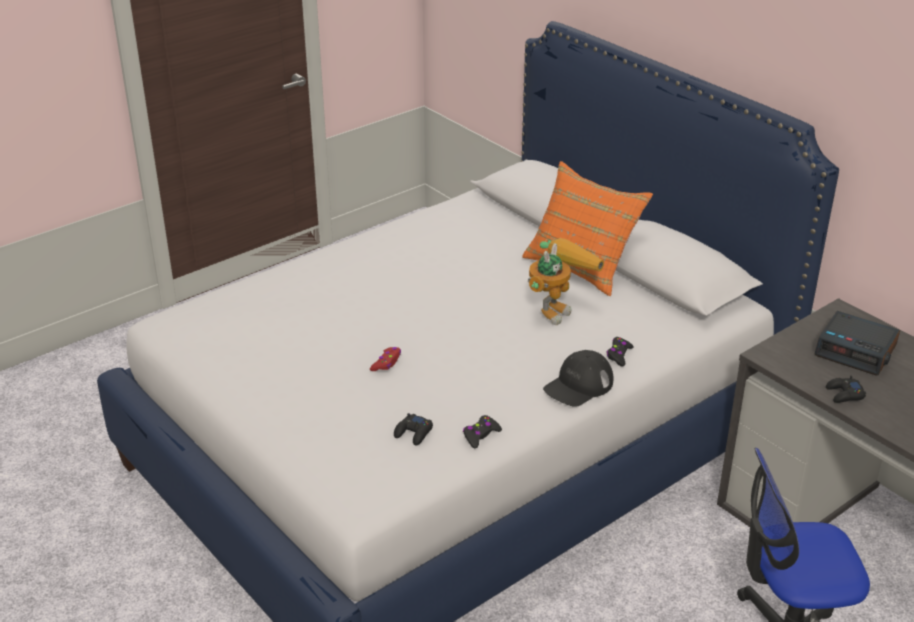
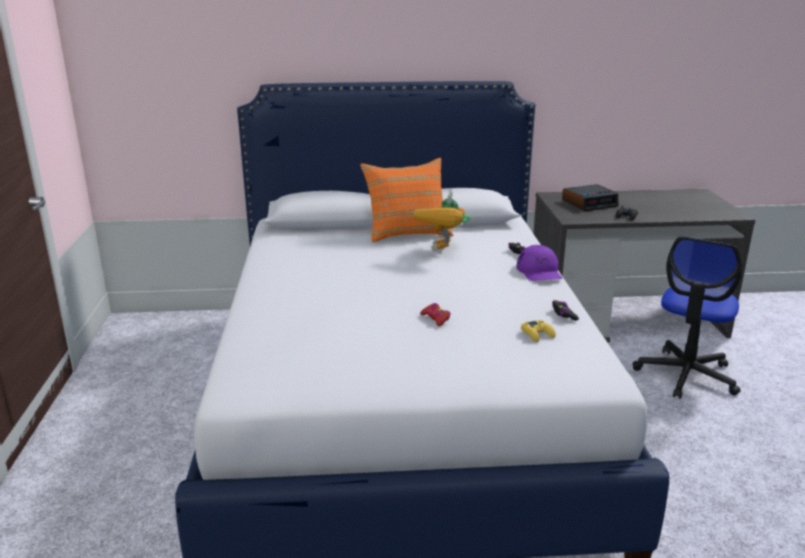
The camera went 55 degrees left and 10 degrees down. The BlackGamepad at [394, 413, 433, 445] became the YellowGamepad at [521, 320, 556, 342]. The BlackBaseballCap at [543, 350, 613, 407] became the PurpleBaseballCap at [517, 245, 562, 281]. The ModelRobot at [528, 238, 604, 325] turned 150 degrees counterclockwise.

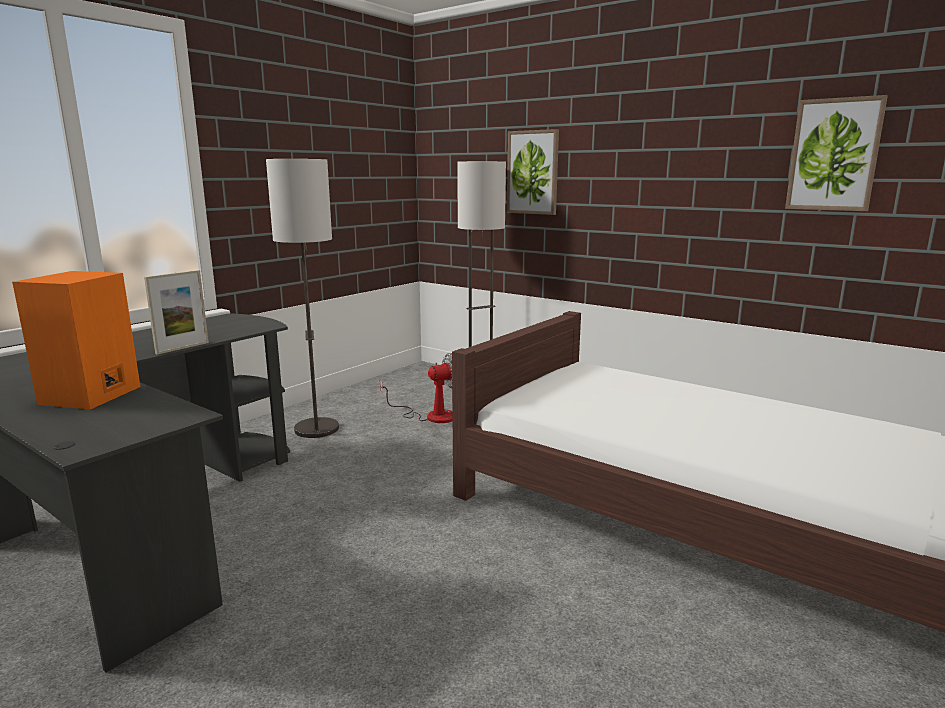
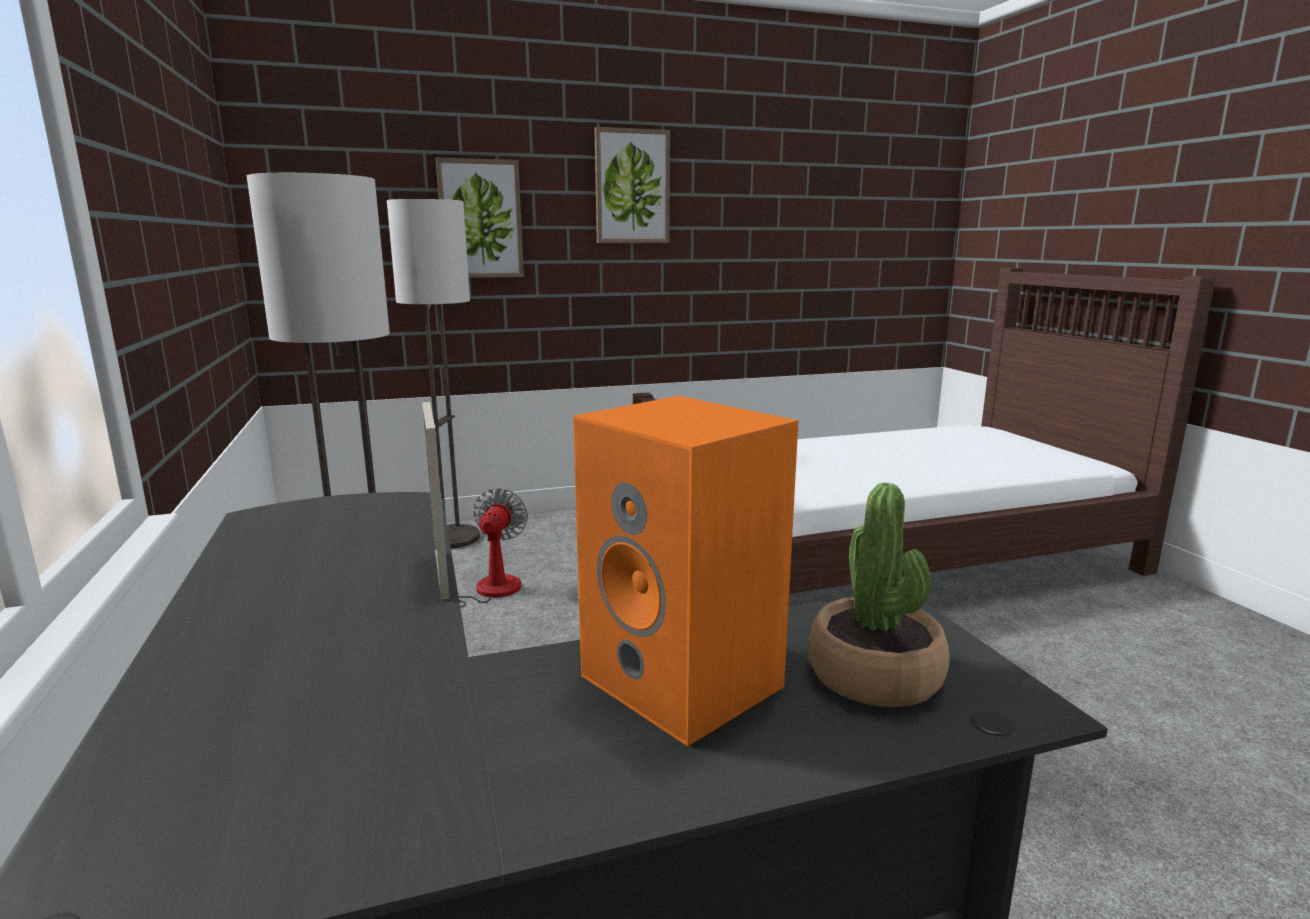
The camera went 55 degrees left and 0 degrees up. The Houseplant at [808, 483, 949, 707] appeared. The WallPicture moved from [785, 95, 888, 211] to [594, 127, 670, 243].

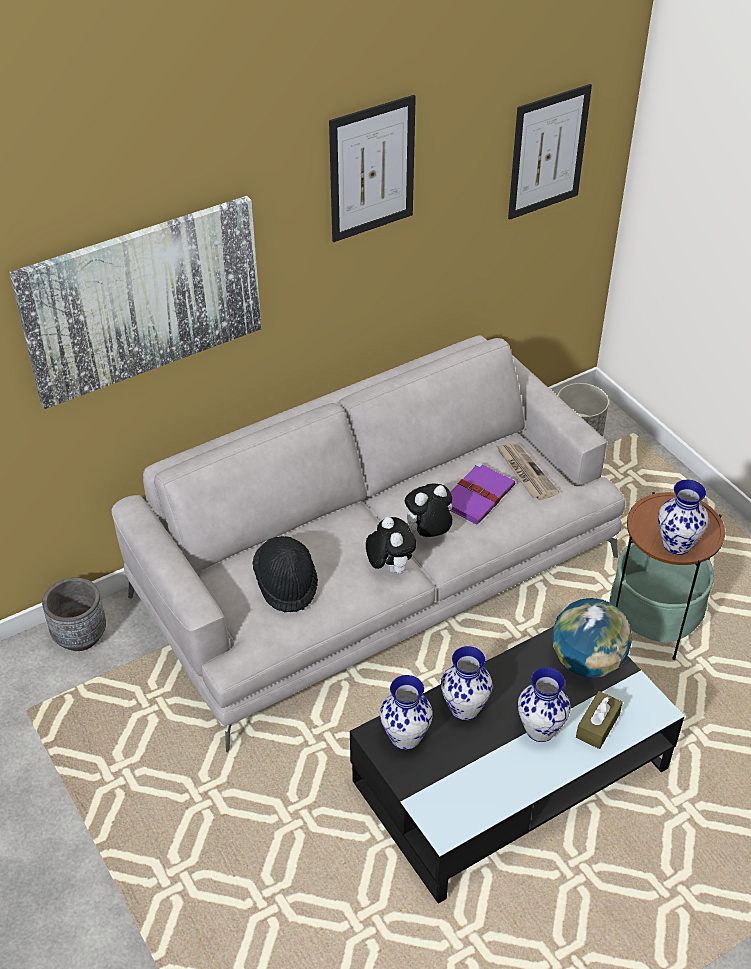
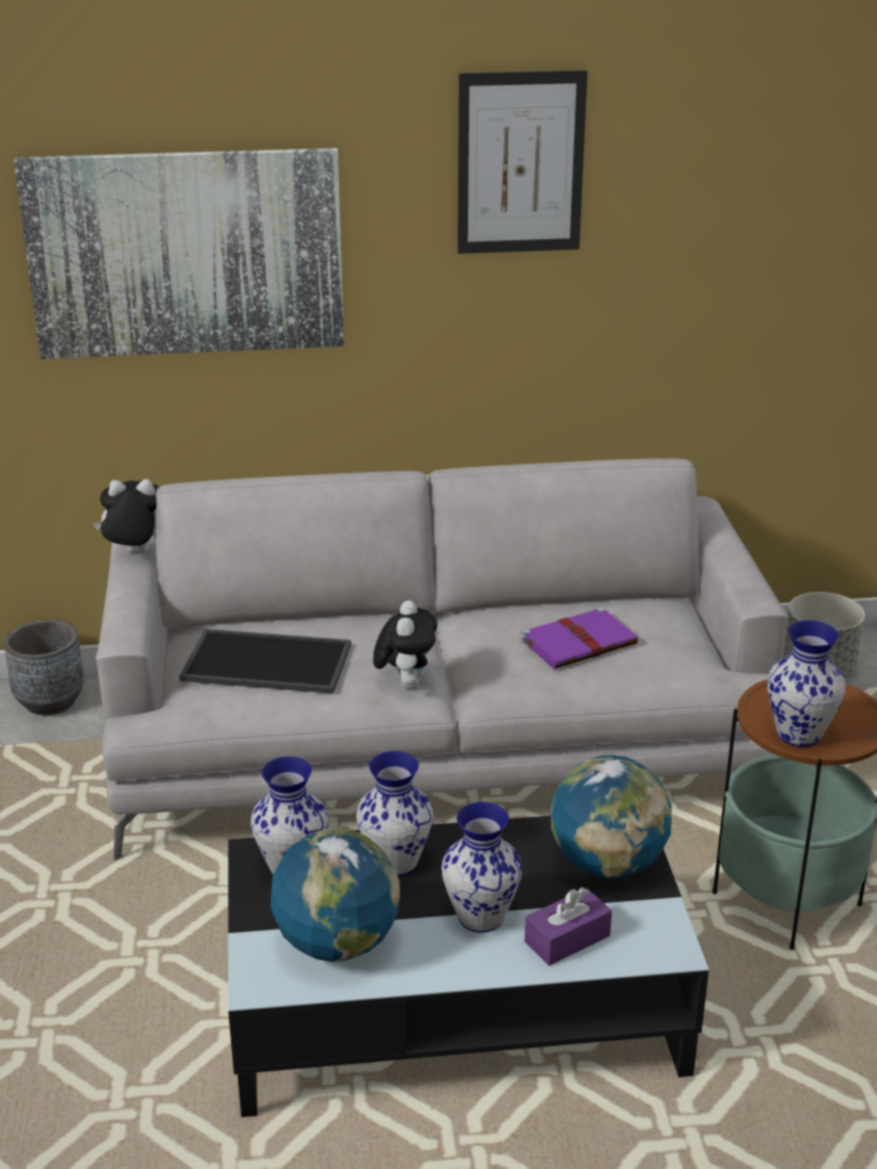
The camera went 25 degrees right and 15 degrees down. The Newspaper at [497, 442, 559, 500] disappeared. The WallPicture at [508, 84, 592, 220] disappeared. The Globe at [270, 828, 400, 962] appeared. The PlushToy moved from [405, 483, 453, 537] to [93, 479, 159, 553]. The BlackHat at [253, 536, 318, 612] was replaced by the ServingTray at [179, 629, 351, 694]. The BrownishTissueBox at [576, 691, 623, 749] became the PurpleTissueBox at [525, 887, 612, 966].

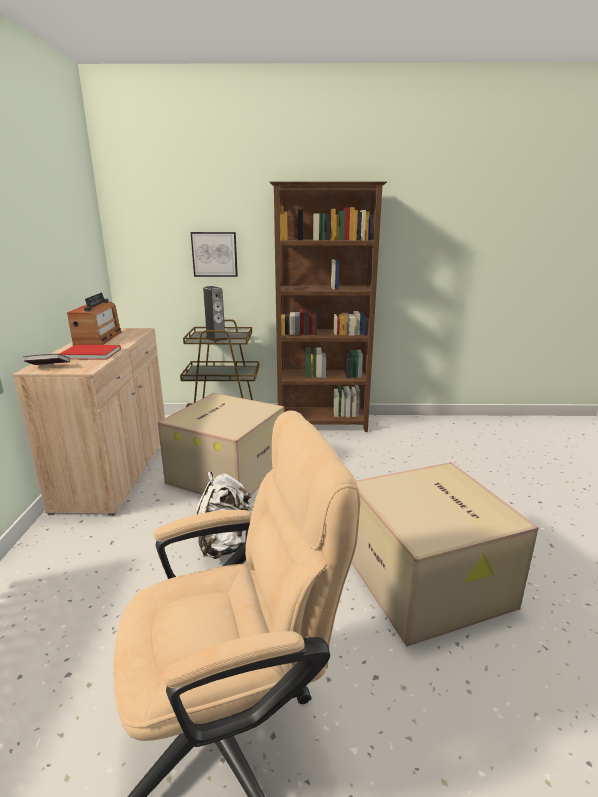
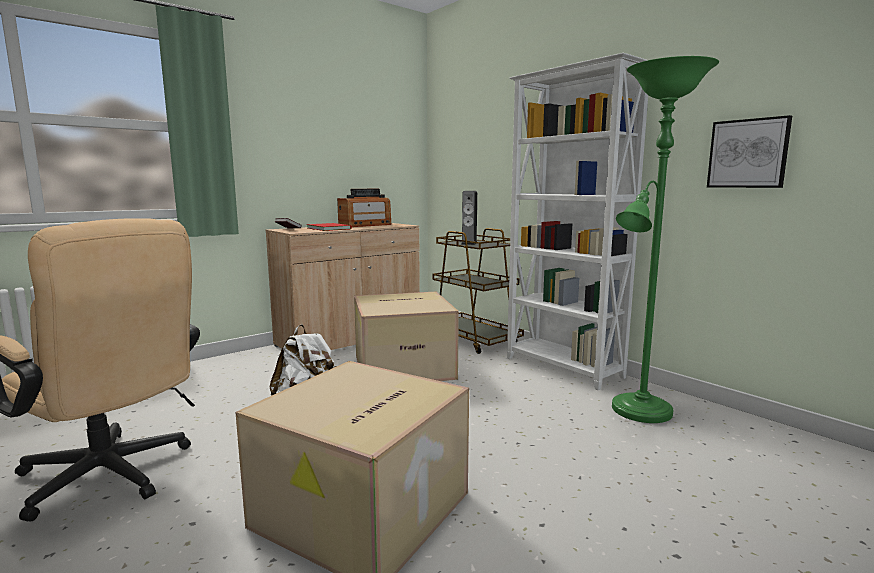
The camera went 50 degrees right and 10 degrees down. The GreenishFloorLamp at [612, 56, 719, 423] appeared. The WallPicture moved from [191, 232, 238, 277] to [707, 115, 792, 188]. The BrownishBookshelf at [270, 182, 387, 432] became the WhiteColouredBookshelf at [507, 53, 648, 390].

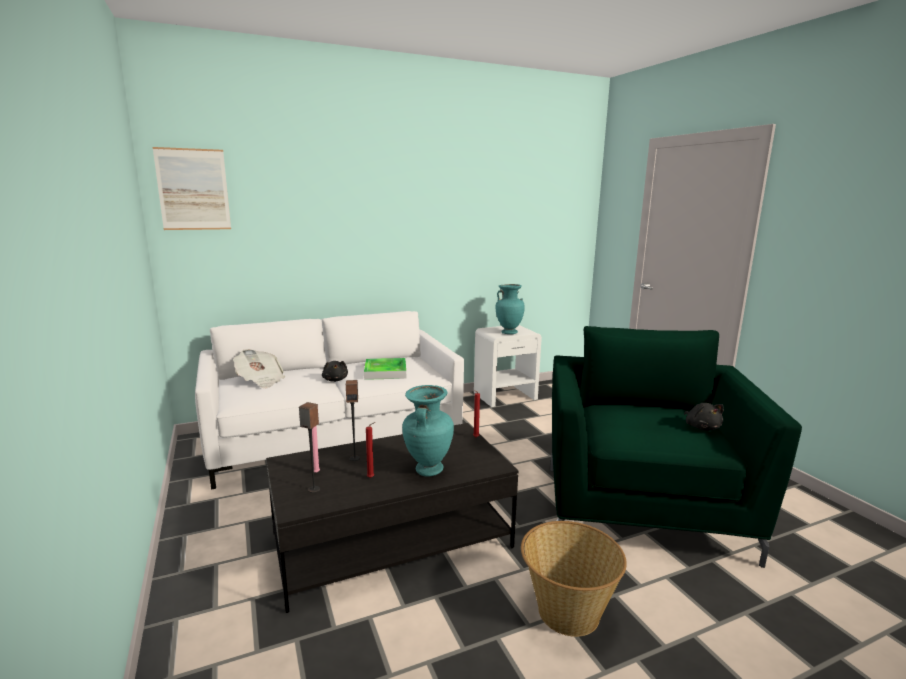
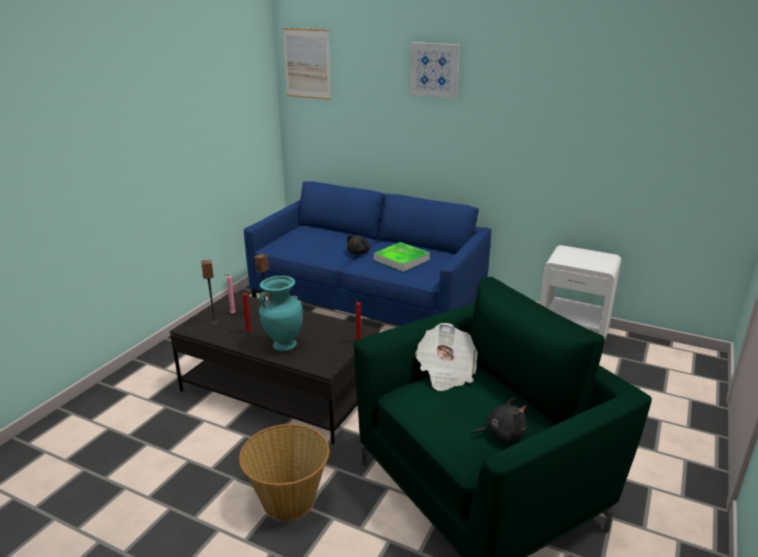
The camera went 50 degrees right and 10 degrees up. The TurquoiseColouredFlowerVase at [496, 284, 525, 334] disappeared. The WallPicture at [409, 42, 460, 99] appeared. The Newspaper moved from [233, 349, 285, 388] to [415, 323, 478, 391]. The WhiteColouredSettee at [195, 311, 464, 490] became the BluishSettee at [244, 181, 491, 326]. The BlackPlushToy at [684, 403, 724, 431] turned 135 degrees counterclockwise.

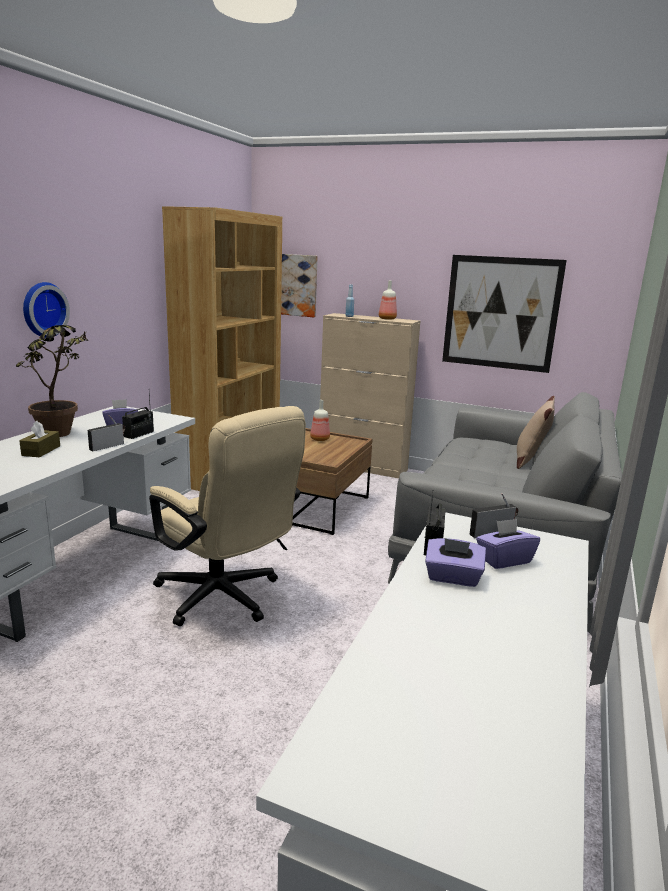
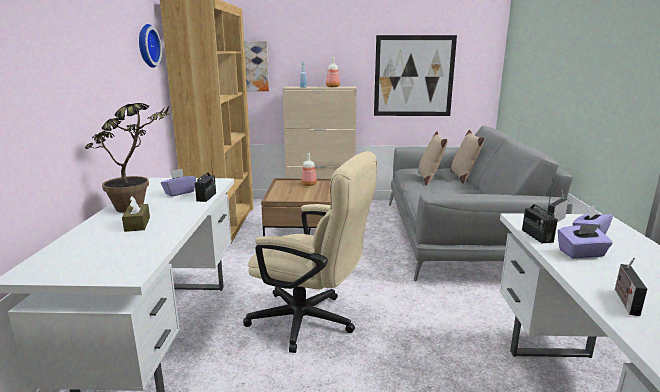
The camera went 20 degrees left and 0 degrees up. The BeigeColouredCushion at [418, 131, 448, 185] appeared. The ClockOnTheWall moved from [23, 282, 70, 338] to [139, 24, 162, 68]. The RadioSet moved from [88, 415, 125, 451] to [615, 257, 647, 316].

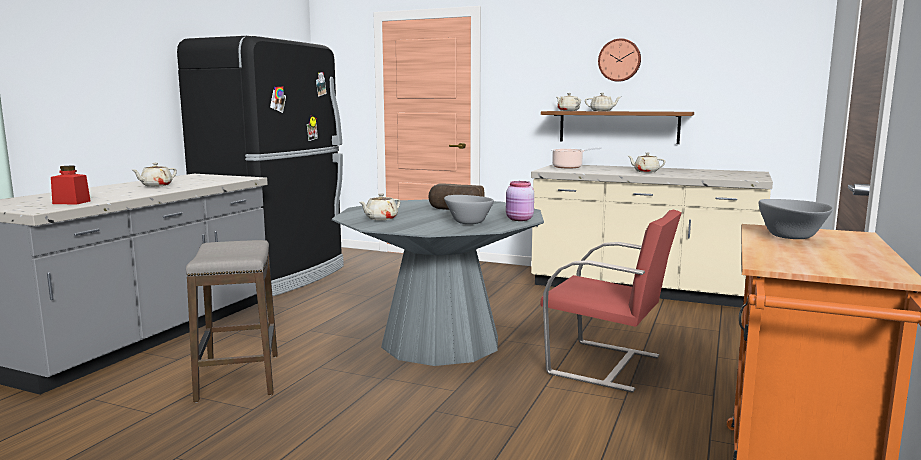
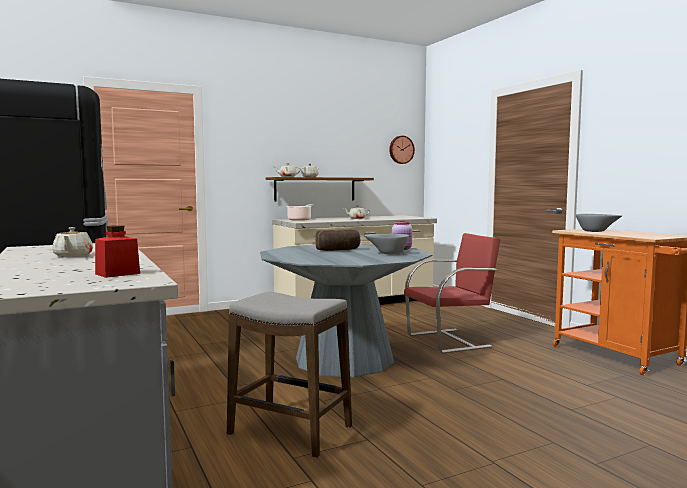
The camera went 50 degrees left and 5 degrees down. The BeigeColouredPotForTea at [360, 193, 400, 220] disappeared. The ClockOnTheWall moved from [598, 38, 641, 82] to [389, 136, 415, 164].

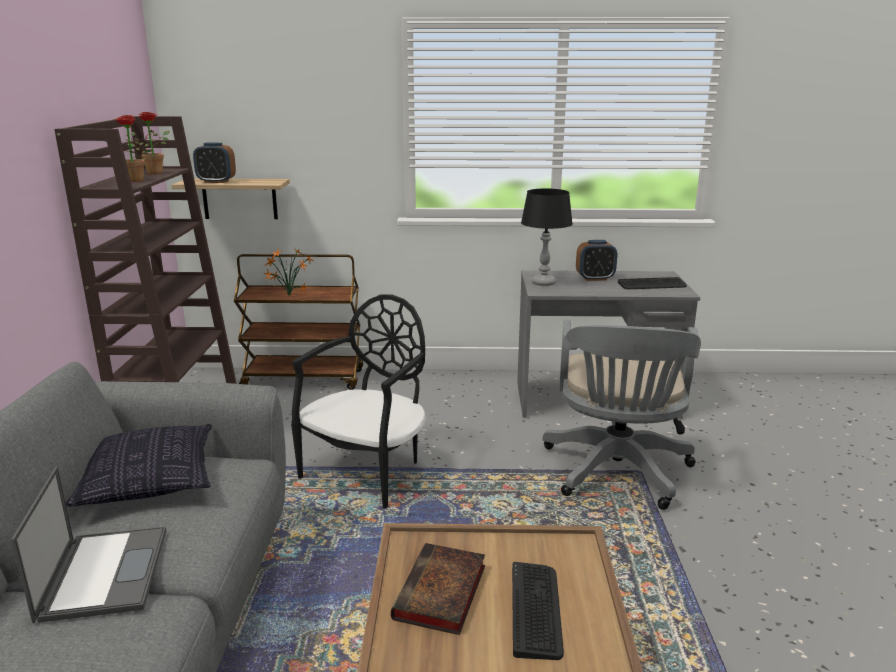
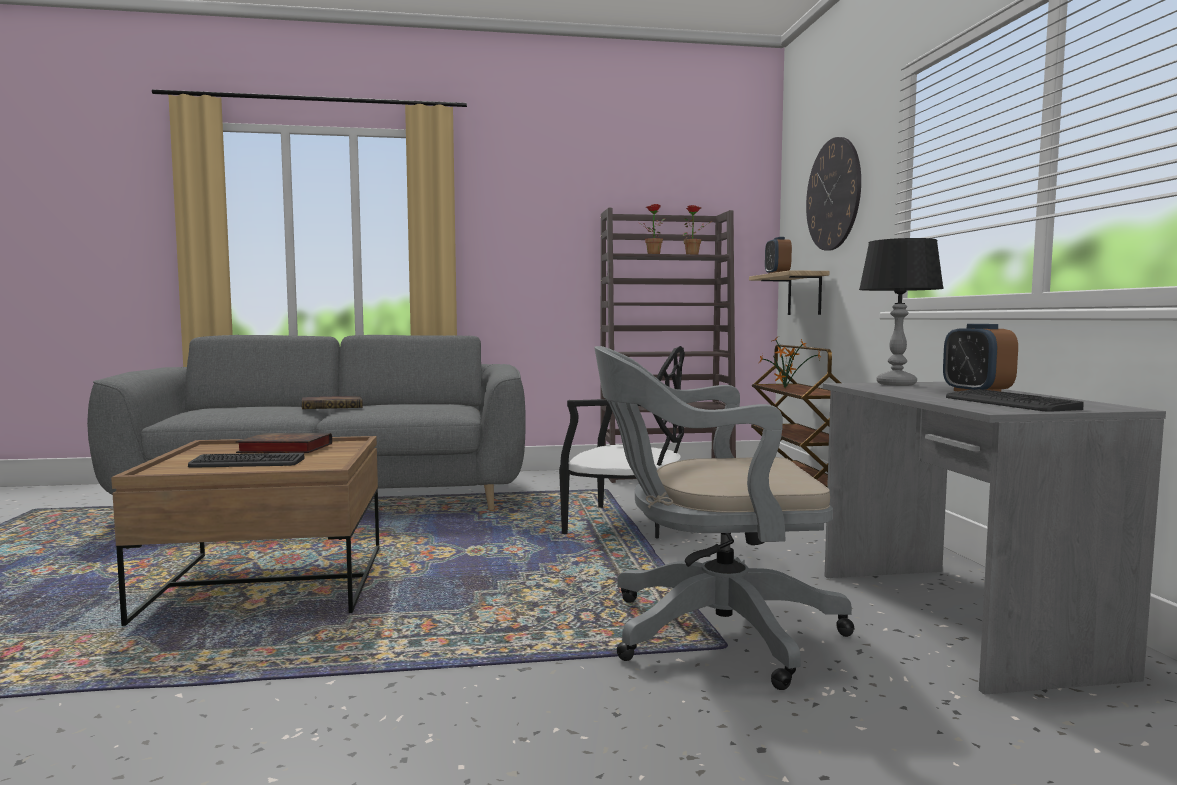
The camera went 80 degrees right and 15 degrees down. The Cushion at [65, 424, 212, 507] disappeared. The ClockOnTheWall at [806, 137, 861, 251] appeared. The PortableComputer at [11, 466, 166, 623] was replaced by the Volume at [302, 396, 363, 409].

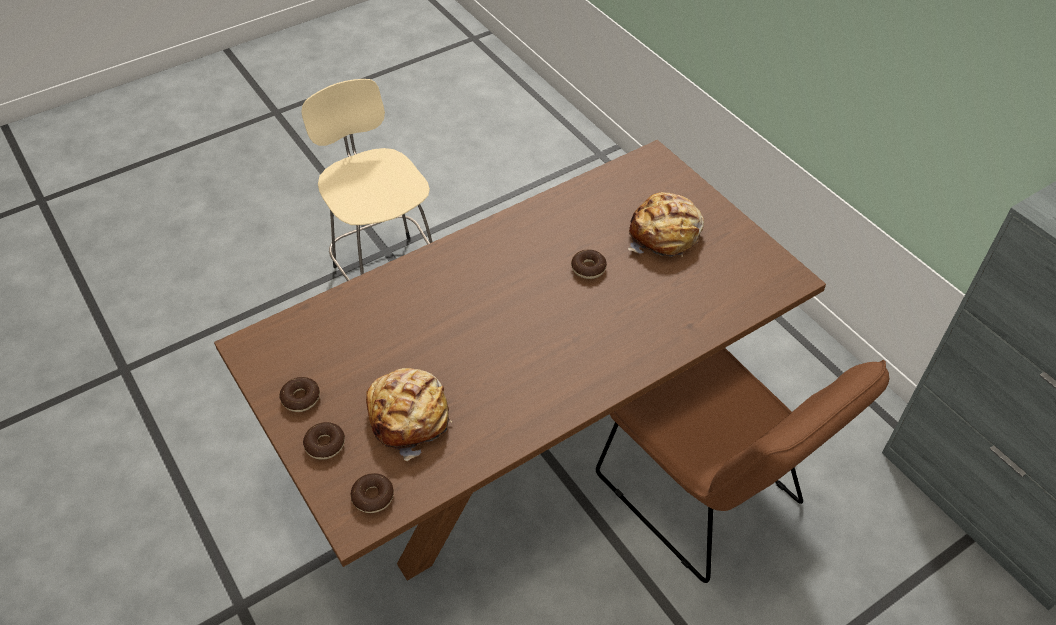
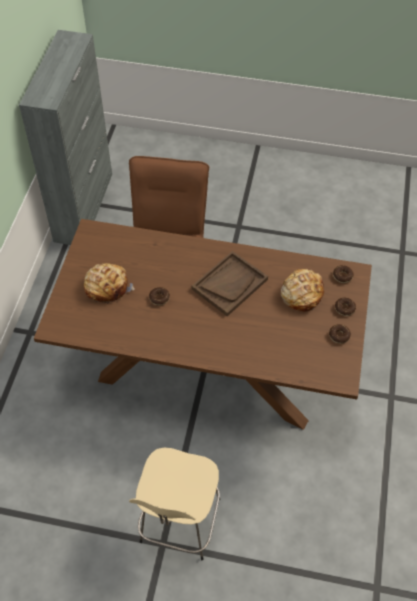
The camera went 135 degrees left and 5 degrees up. The BrownishServingTray at [191, 251, 268, 316] appeared.

